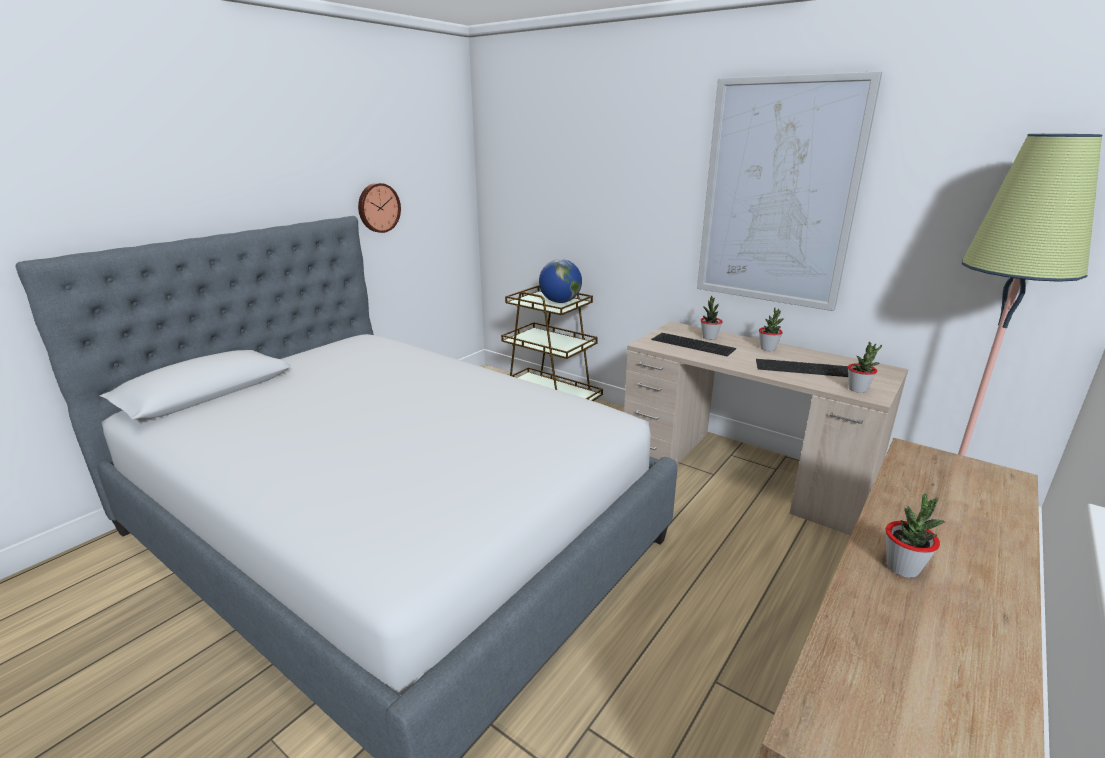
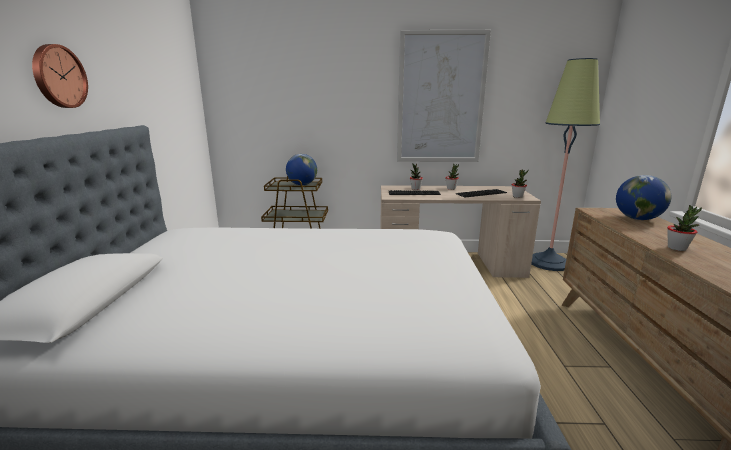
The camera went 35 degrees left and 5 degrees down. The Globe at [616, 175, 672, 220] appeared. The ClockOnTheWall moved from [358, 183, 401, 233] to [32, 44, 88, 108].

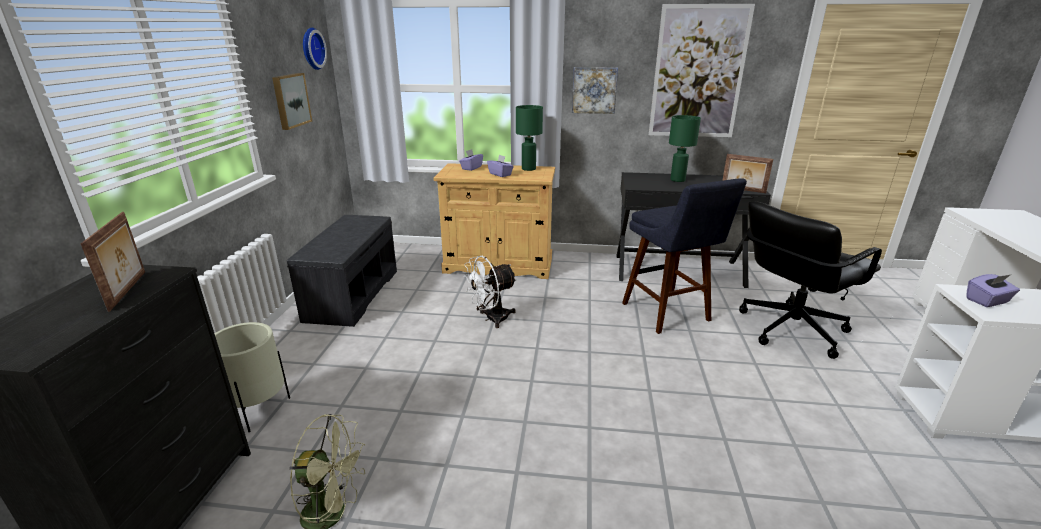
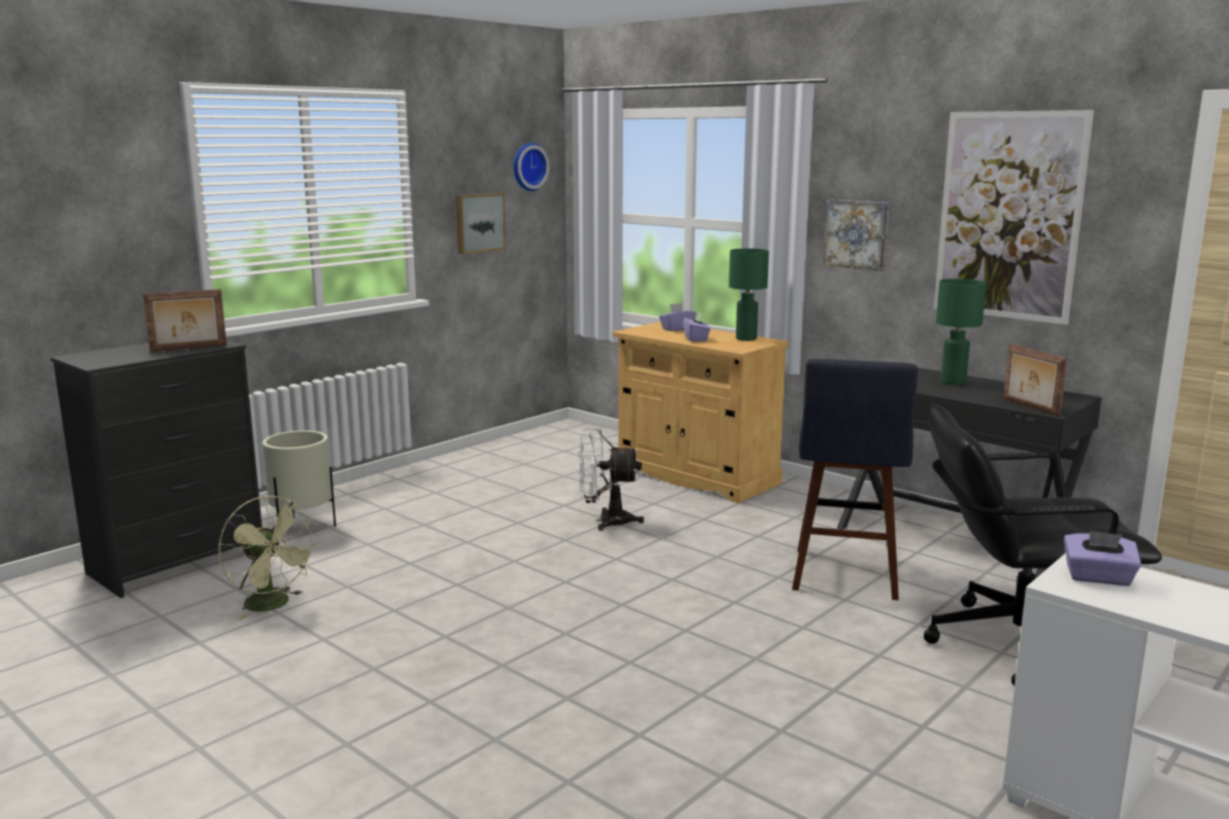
The camera went 35 degrees right and 10 degrees down. The GreyIndoorBench at [287, 215, 397, 327] disappeared. The PictureFrame at [81, 212, 145, 312] turned 45 degrees clockwise.

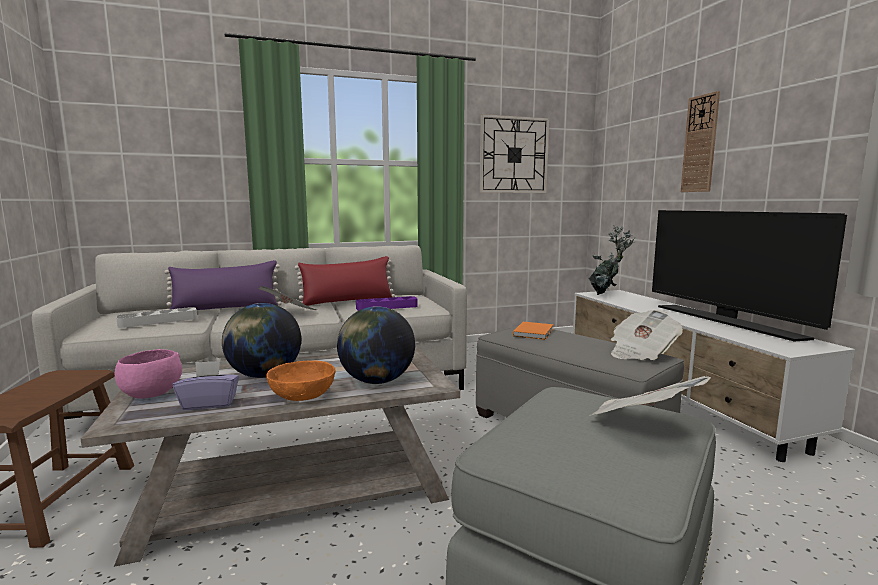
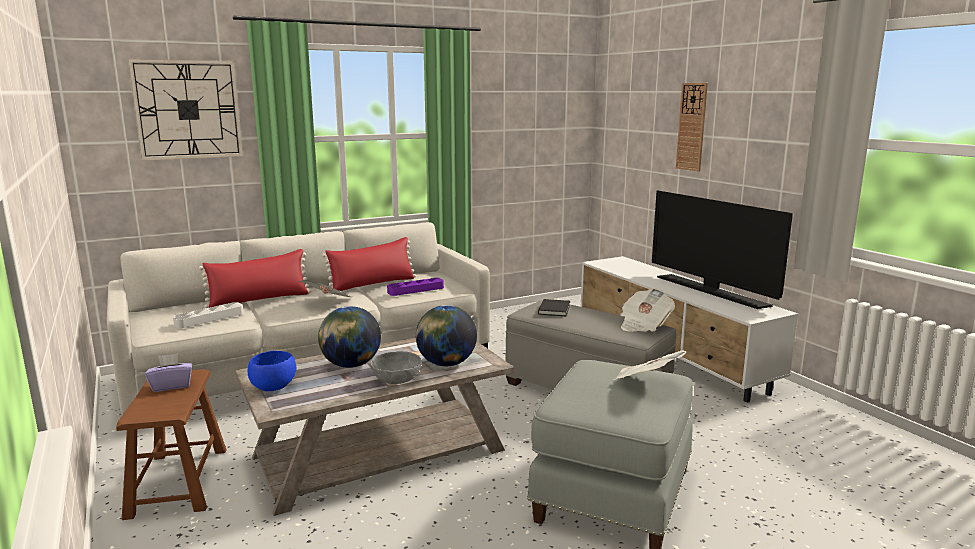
The camera went 10 degrees left and 5 degrees up. The Houseplant at [588, 225, 635, 295] disappeared. The PurpleTissueBox moved from [173, 361, 239, 410] to [145, 354, 192, 392]. The ClockOnTheWall moved from [479, 114, 550, 193] to [128, 59, 243, 161]. The PinkColouredDeepDish at [115, 349, 182, 399] became the BluishDeepDish at [248, 351, 296, 391]. The PurpleCushion at [164, 260, 282, 310] became the ReddishCushion at [199, 249, 311, 308]. The OrangeColouredDeepDish at [266, 360, 336, 401] became the GreyDeepDish at [370, 351, 422, 384]. The OrangeColouredVolume at [513, 322, 553, 340] became the BlackVolume at [538, 299, 570, 316].

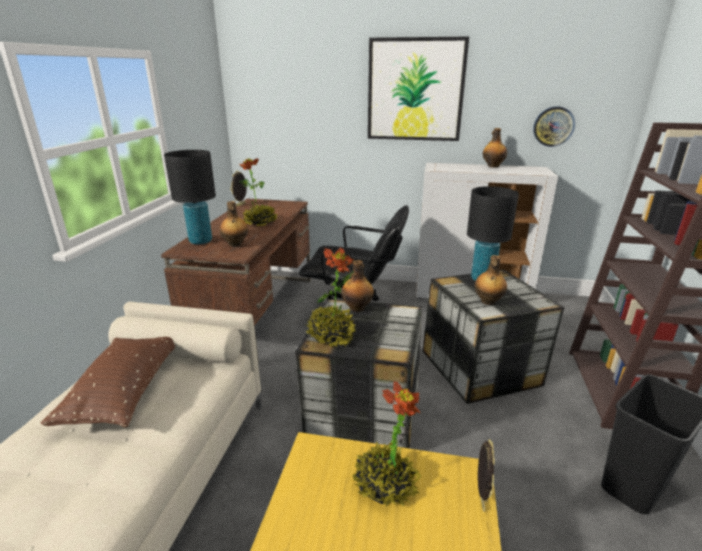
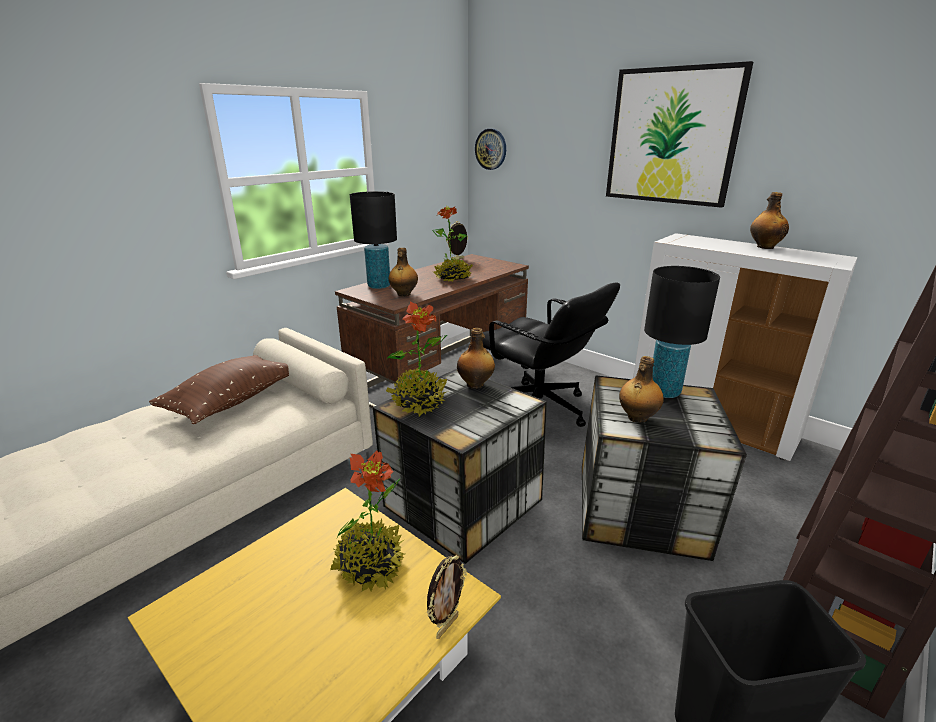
The camera went 30 degrees right and 0 degrees up. The ClockOnTheWall moved from [533, 107, 575, 147] to [475, 129, 506, 170].

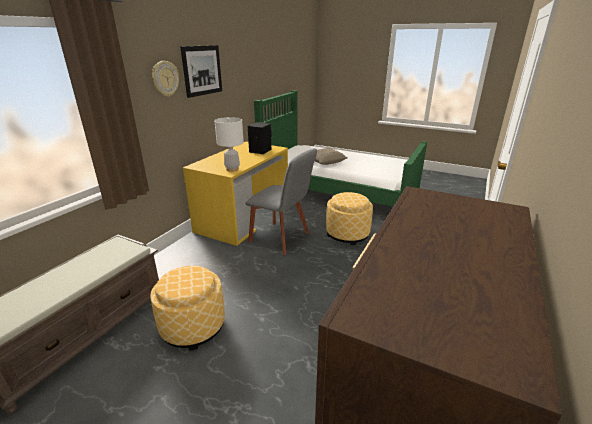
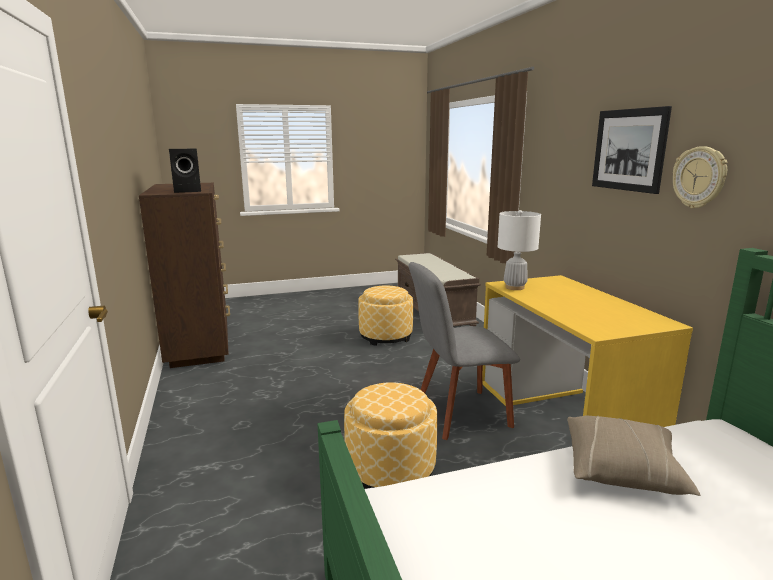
The camera went 135 degrees right and 10 degrees down. The ClockOnTheWall moved from [152, 61, 179, 97] to [672, 146, 727, 209]. The BlackAudioSpeaker moved from [248, 122, 272, 154] to [169, 149, 201, 193].

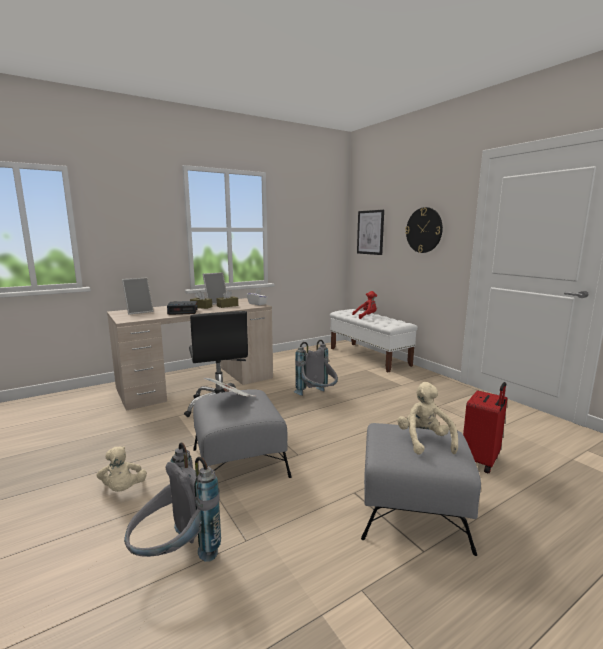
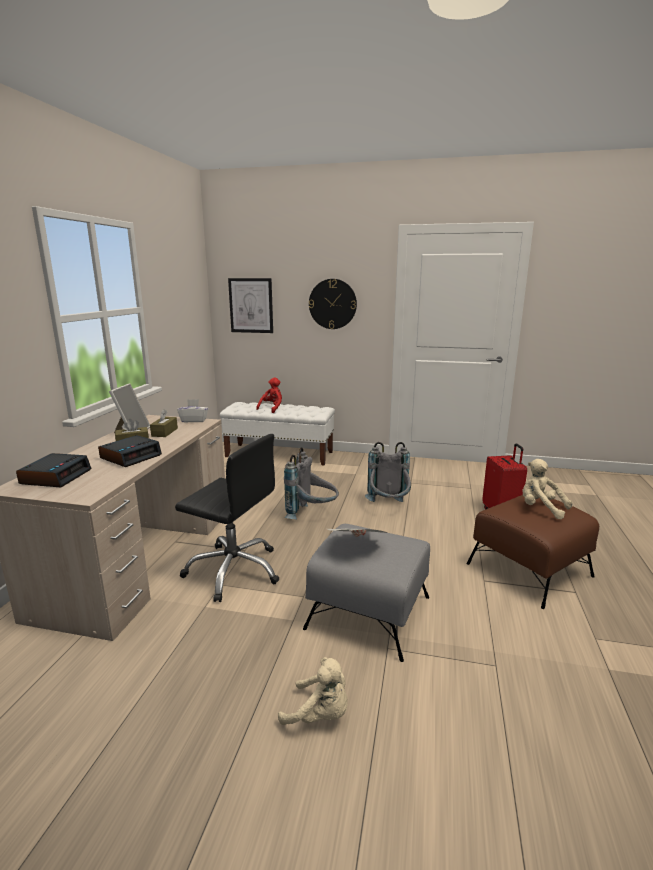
The camera went 45 degrees left and 5 degrees up. The GreyKnapsack moved from [124, 443, 221, 562] to [365, 442, 411, 502]. The PictureFrame at [122, 278, 154, 315] was replaced by the TableClock at [16, 453, 91, 487]. The GreyFootrest at [361, 423, 481, 556] became the BrownishFootrest at [466, 495, 599, 609].

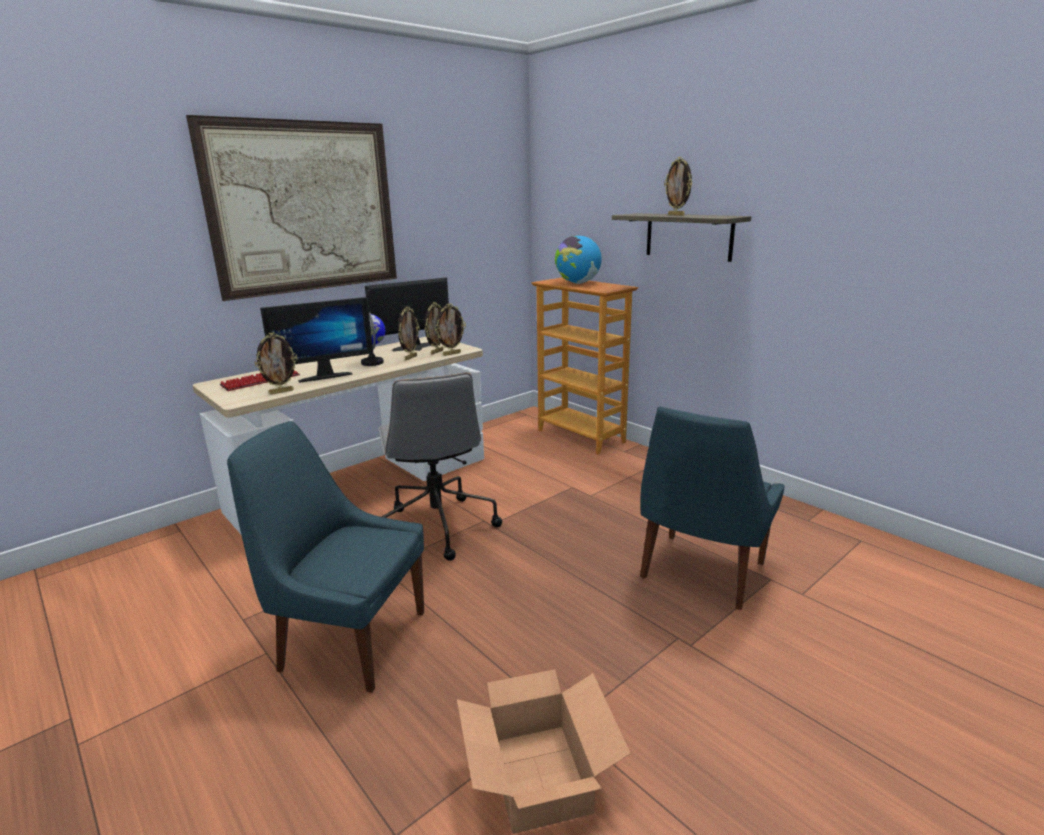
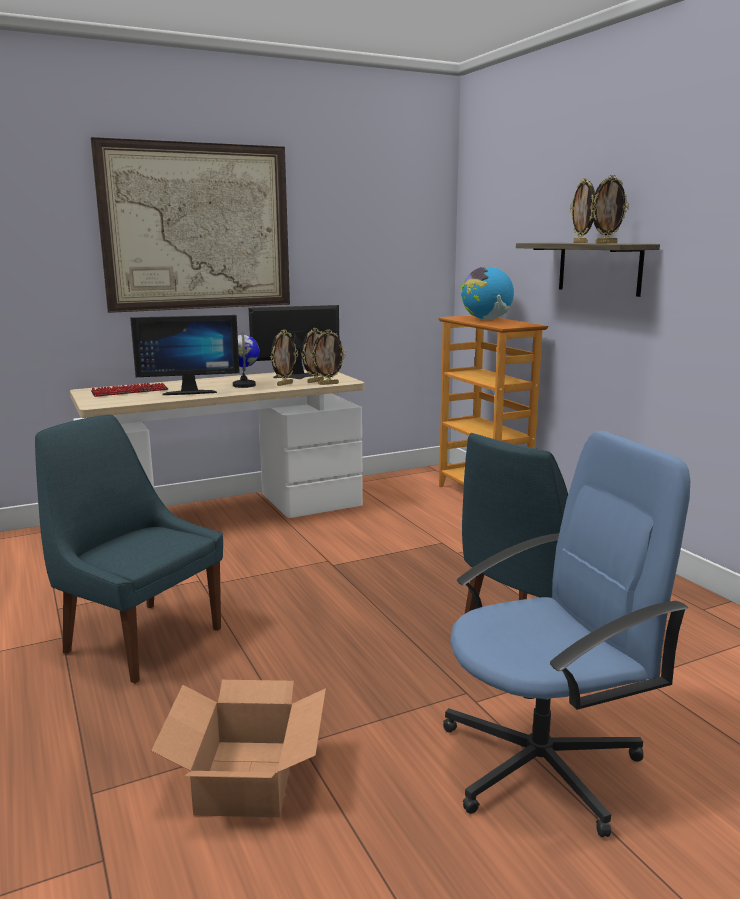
The camera went 15 degrees right and 5 degrees down. The GreyComputerChair at [378, 373, 502, 561] disappeared. The BluishComputerChair at [443, 431, 690, 837] appeared. The PictureFrame moved from [254, 332, 298, 394] to [591, 175, 629, 243].

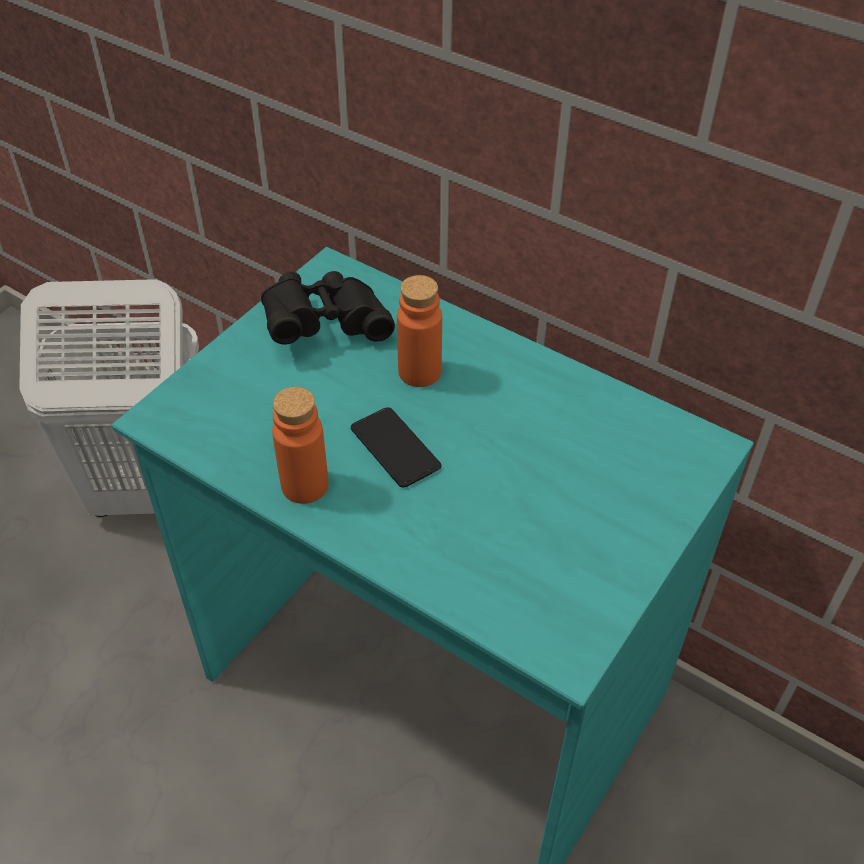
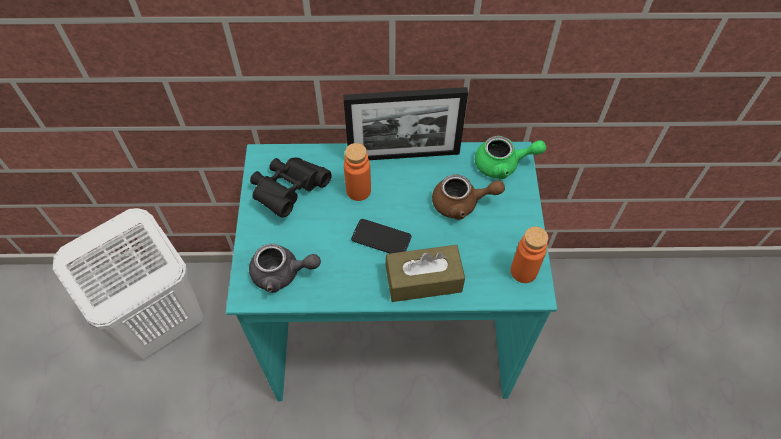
The camera went 35 degrees left and 10 degrees up. The GreyPotForTea at [249, 244, 321, 293] appeared. The PictureFrame at [343, 87, 468, 160] appeared. The BrownishTissueBox at [386, 245, 465, 302] appeared. The BrownishPotForTea at [432, 174, 505, 220] appeared. The GreenishPotForTea at [475, 136, 546, 179] appeared. The OrangeColouredBeverageBottle moved from [272, 387, 328, 504] to [511, 226, 549, 283].

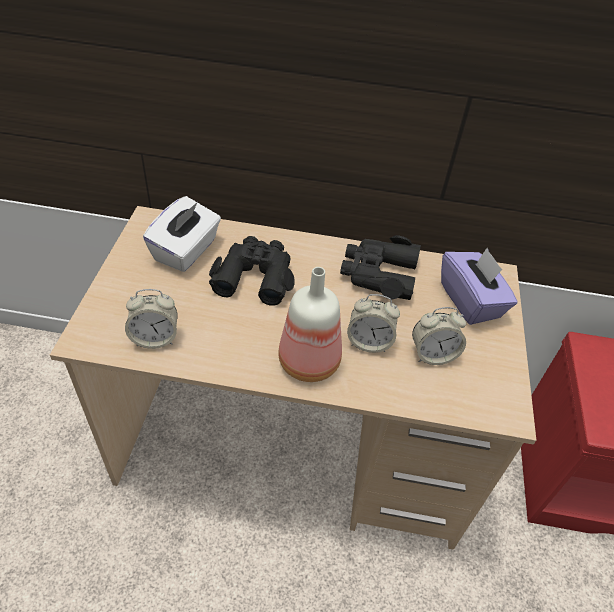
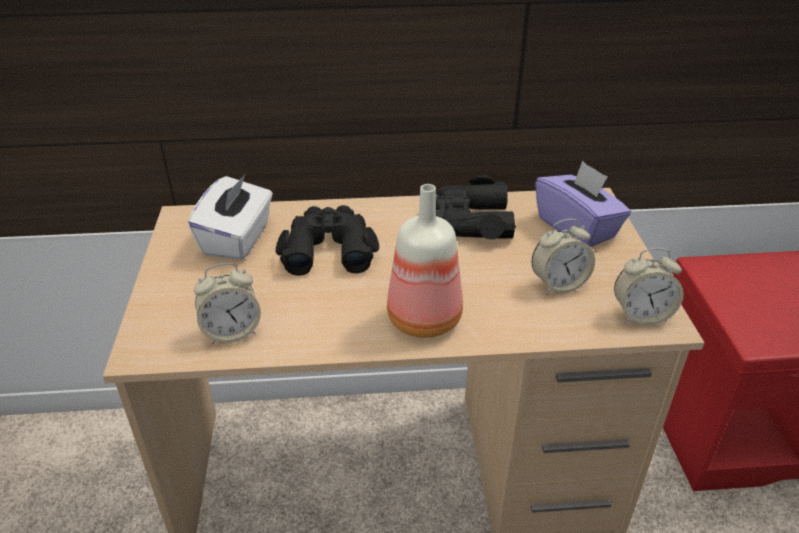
The camera went 10 degrees left and 10 degrees down. The TableClock moved from [347, 294, 400, 353] to [614, 248, 684, 325].

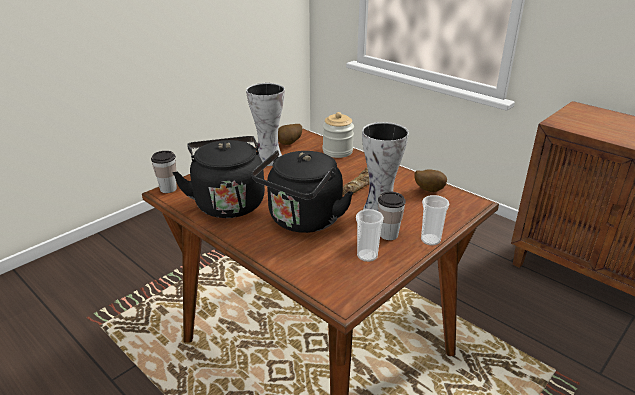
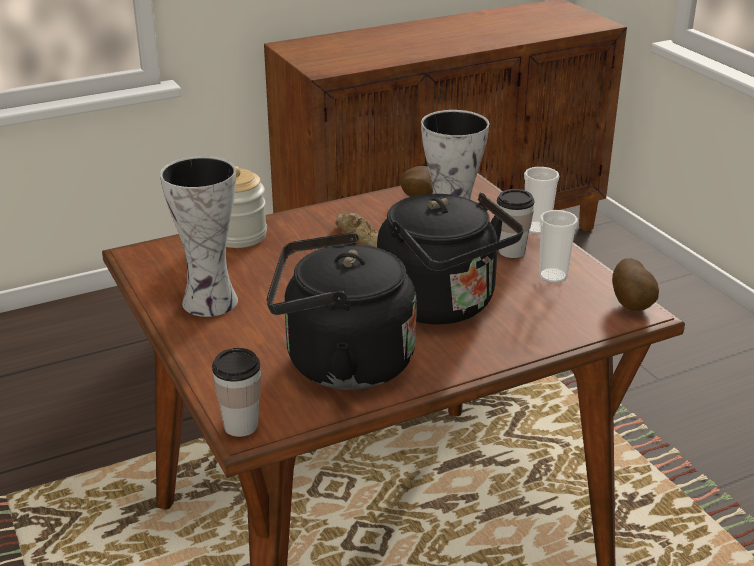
The camera went 70 degrees left and 0 degrees up. The Spud moved from [278, 124, 302, 145] to [612, 258, 659, 311].

